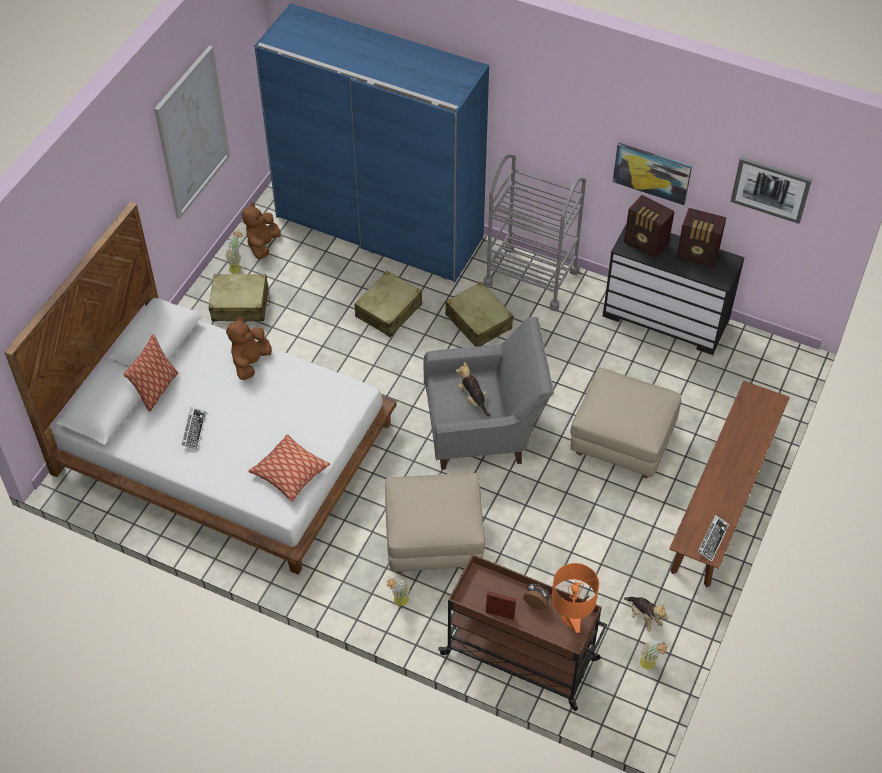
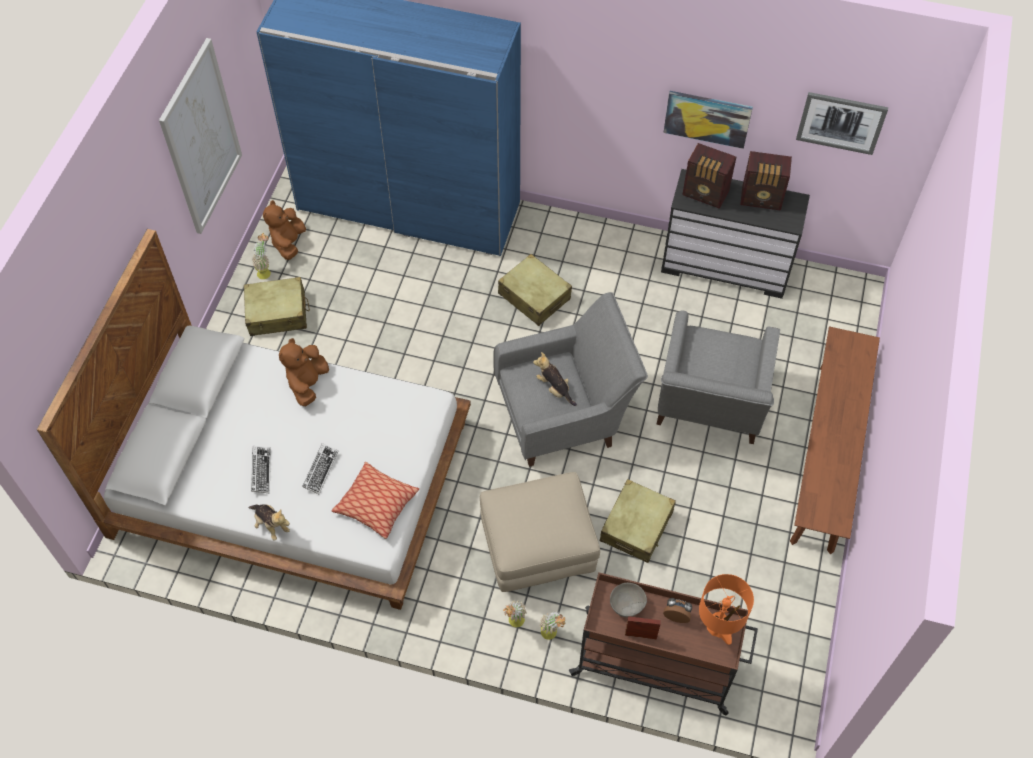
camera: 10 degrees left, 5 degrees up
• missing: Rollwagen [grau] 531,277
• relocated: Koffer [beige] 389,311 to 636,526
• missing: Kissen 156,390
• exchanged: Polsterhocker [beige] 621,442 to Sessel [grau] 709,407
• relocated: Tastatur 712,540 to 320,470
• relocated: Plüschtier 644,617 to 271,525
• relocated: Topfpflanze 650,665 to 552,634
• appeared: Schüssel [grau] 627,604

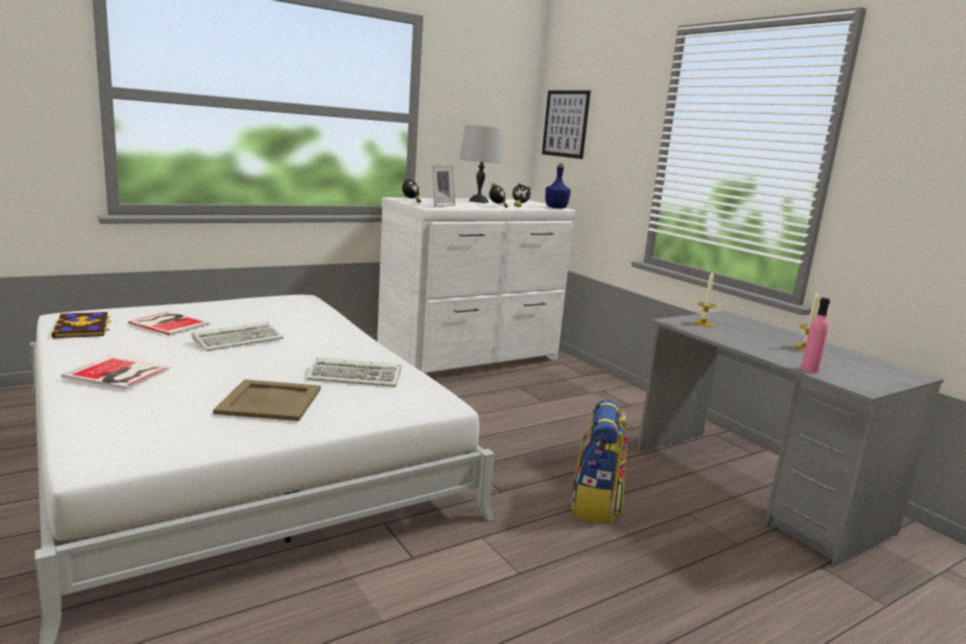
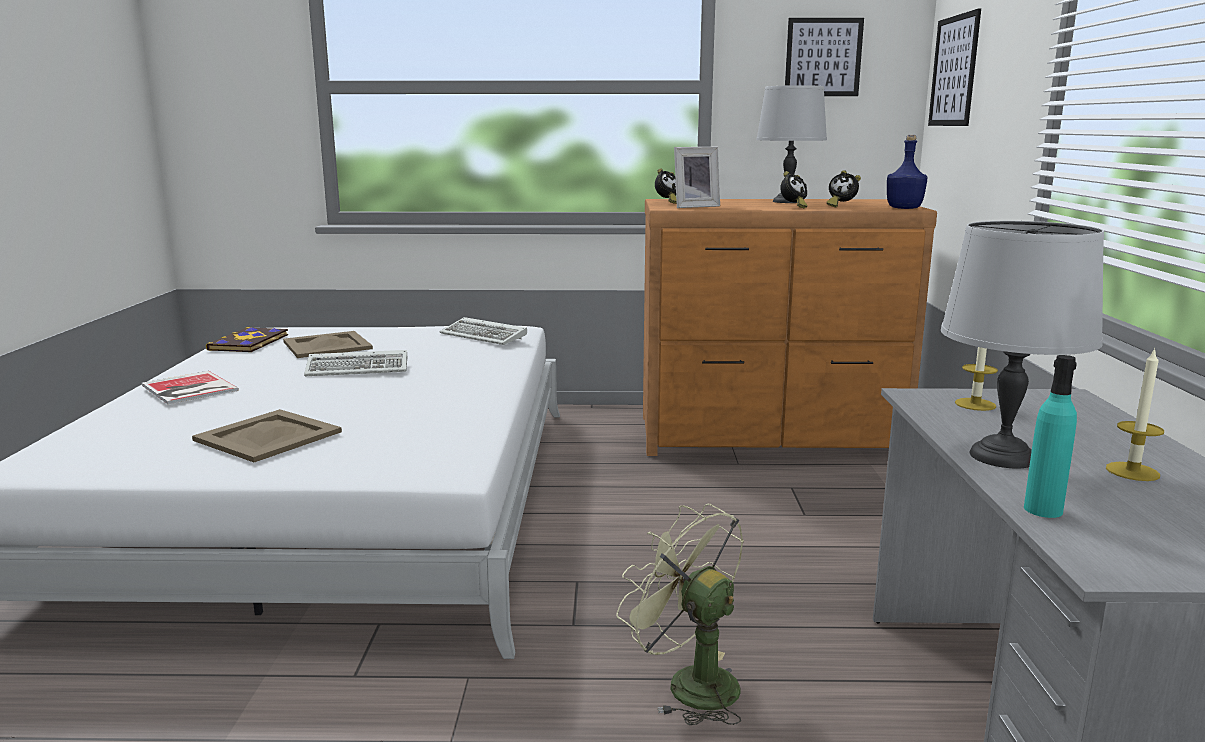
camera: 35 degrees right, 0 degrees up
• colour: Kommode [weiß] 471,357 to Kommode [braun] 769,436
• colour: Flasche [rosa] 809,369 to Flasche [türkis] 1043,510
• exchanged: Buch 169,323 to Tablett [beige] 328,345
• relocated: Tastatur 357,376 to 485,336
• exchanged: Rucksack 595,505 to Ventilator [grün] 689,683
• appeared: Bild 823,57
• appeared: Tischlampe [grau] 1001,456

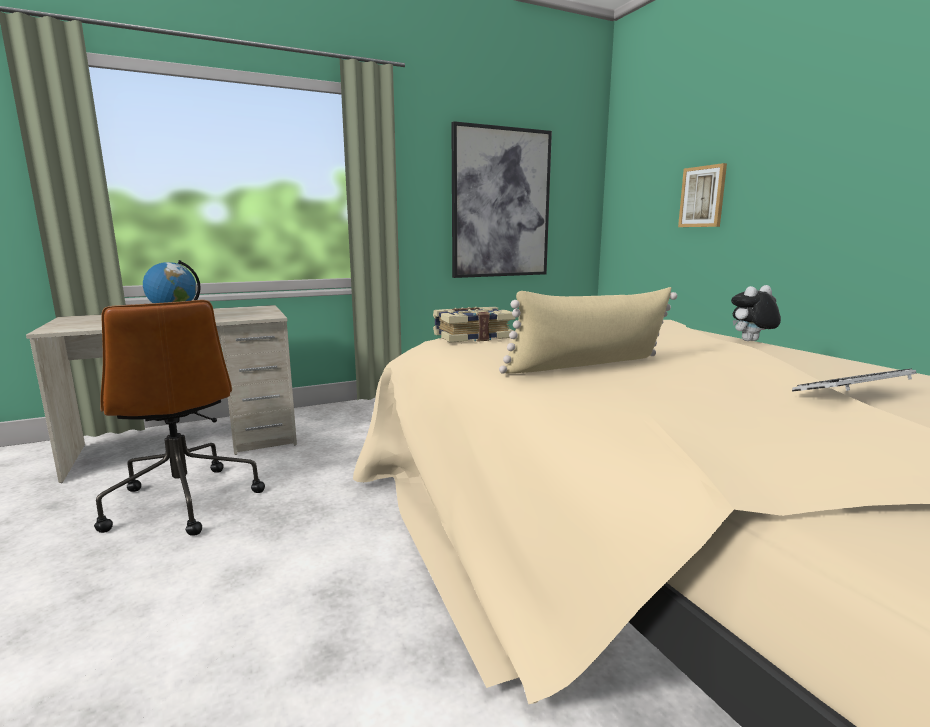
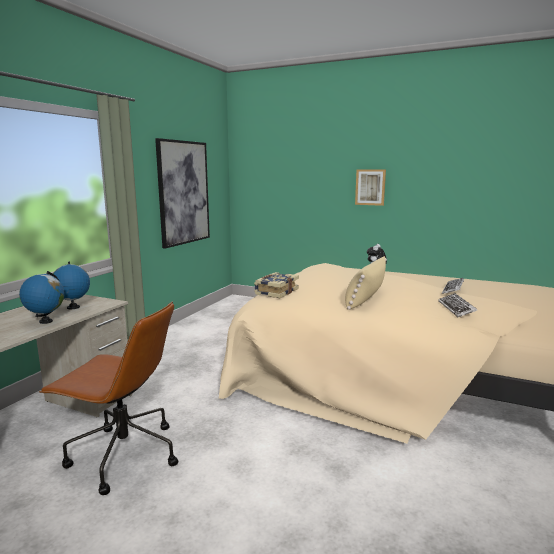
camera: 40 degrees left, 0 degrees up
• relocated: Bild 702,197 to 370,187
• appeared: Globus 73,307
• appeared: Tastatur 456,308

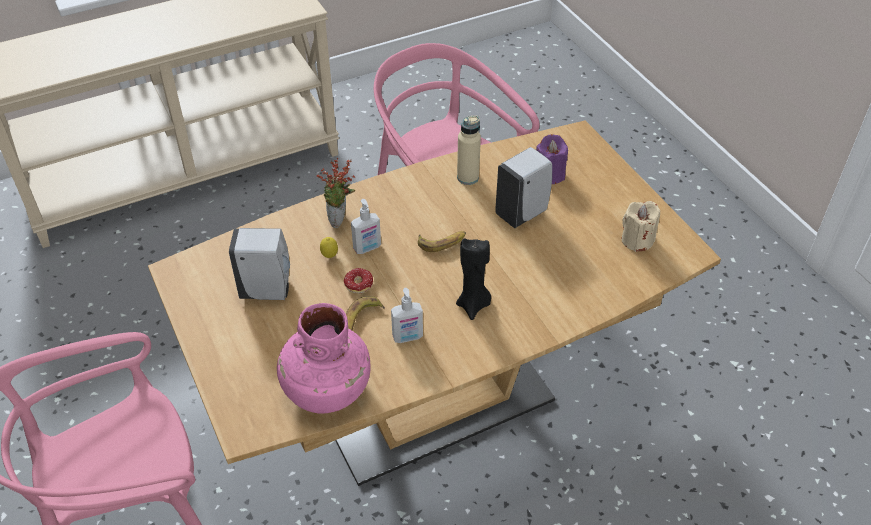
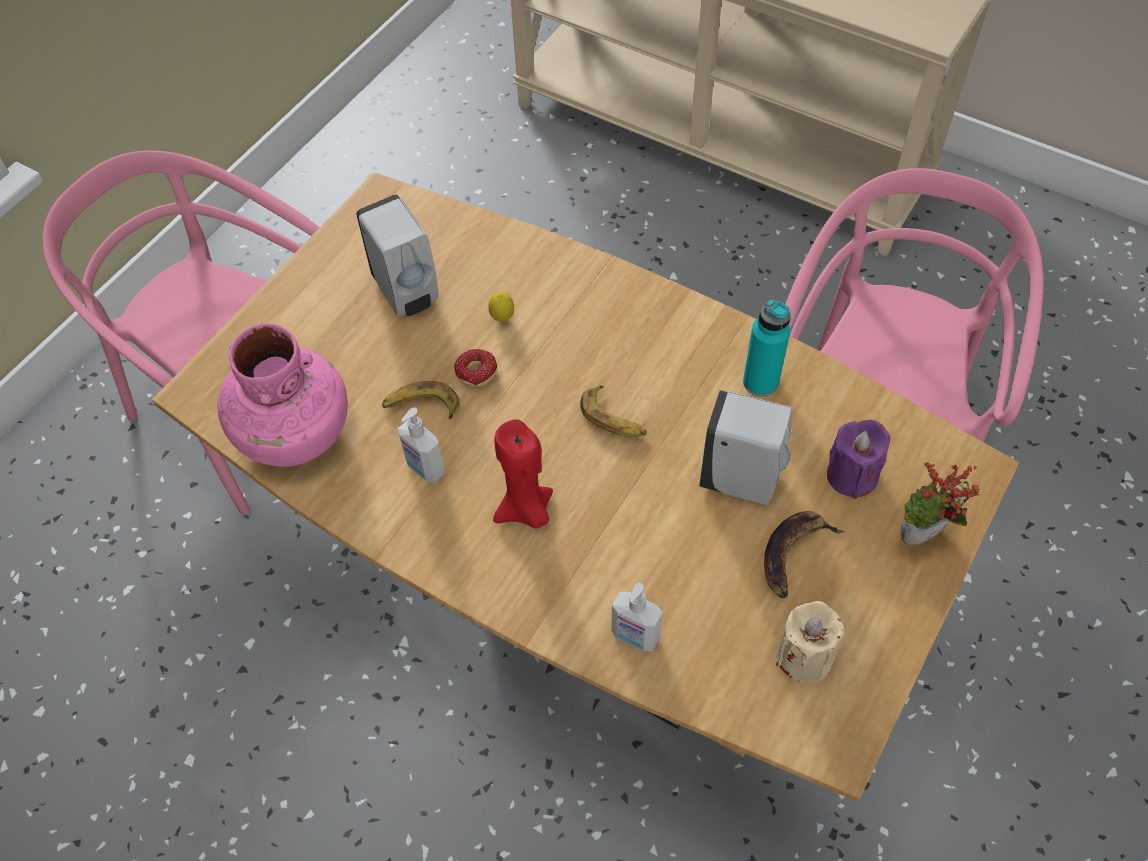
camera: 60 degrees right, 10 degrees up
• colour: Flasche [beige] 468,177 to Flasche [türkis] 760,382
• relocated: Topfpflanze 340,221 to 921,539
• relocated: Seifenspender 367,248 to 634,637
• colour: Kerze [schwarz] 473,305 to Kerze [rot] 526,511
• appeared: Banane 794,553

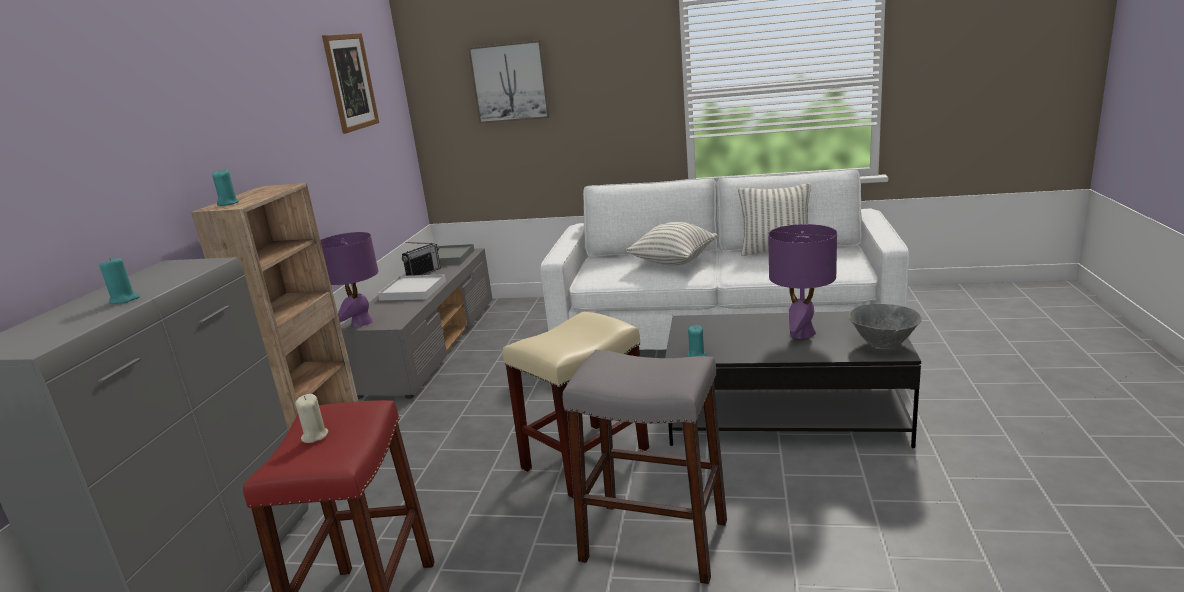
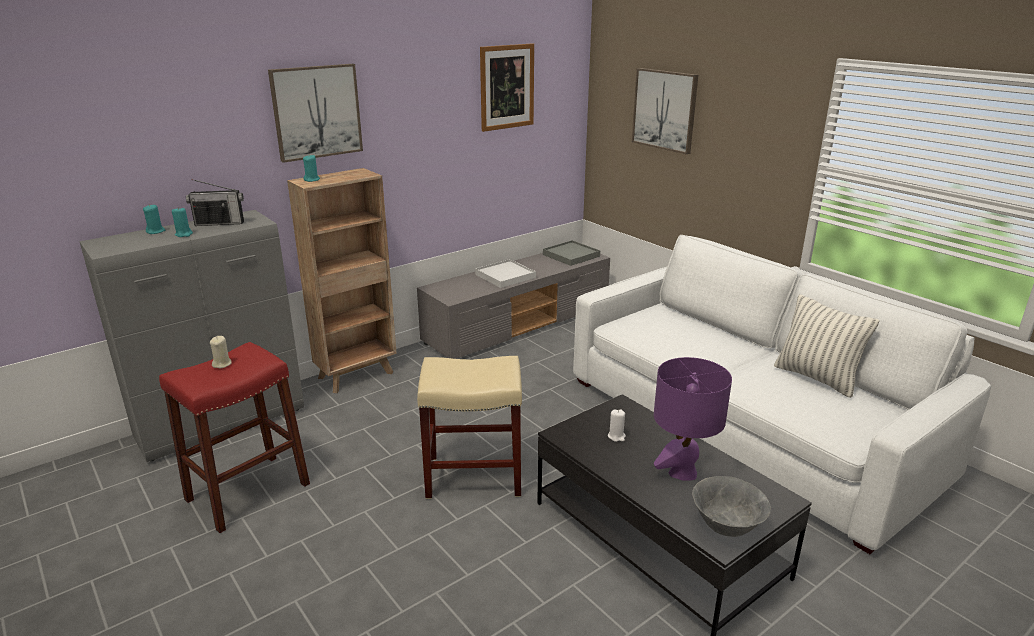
camera: 40 degrees right, 5 degrees up
• missing: Kissen 673,262
• missing: Tischlampe [lila] 361,322
• relocated: Radio 423,273 to 220,223
• relocated: Kerze [türkis] 696,355 to 156,231
• missing: Hocker [grau] 654,541
• appeared: Bild 316,112
• appeared: Kerze [weiß] 616,436

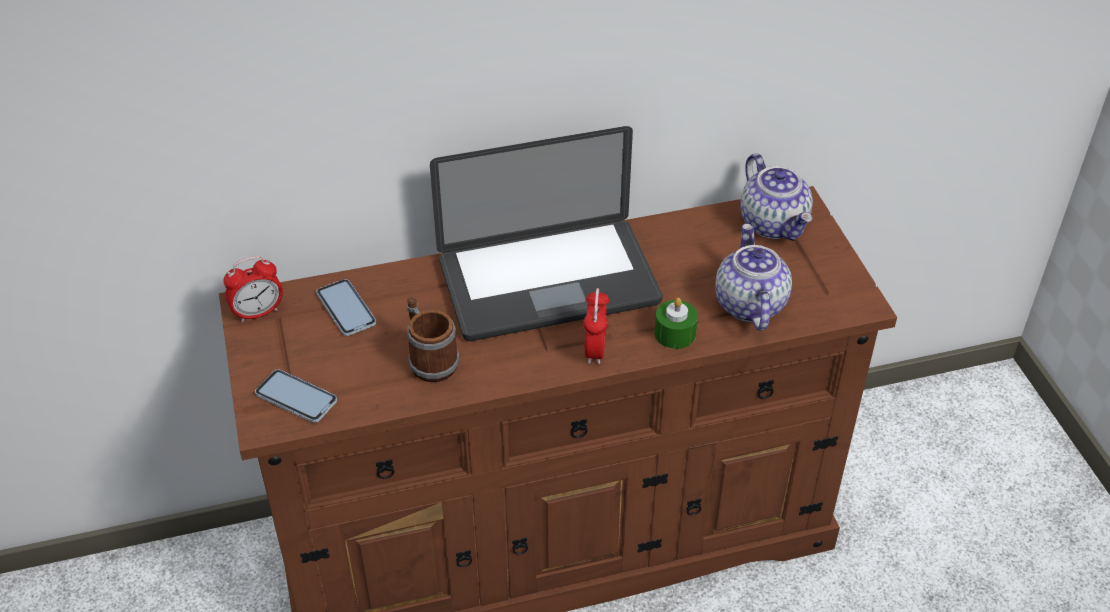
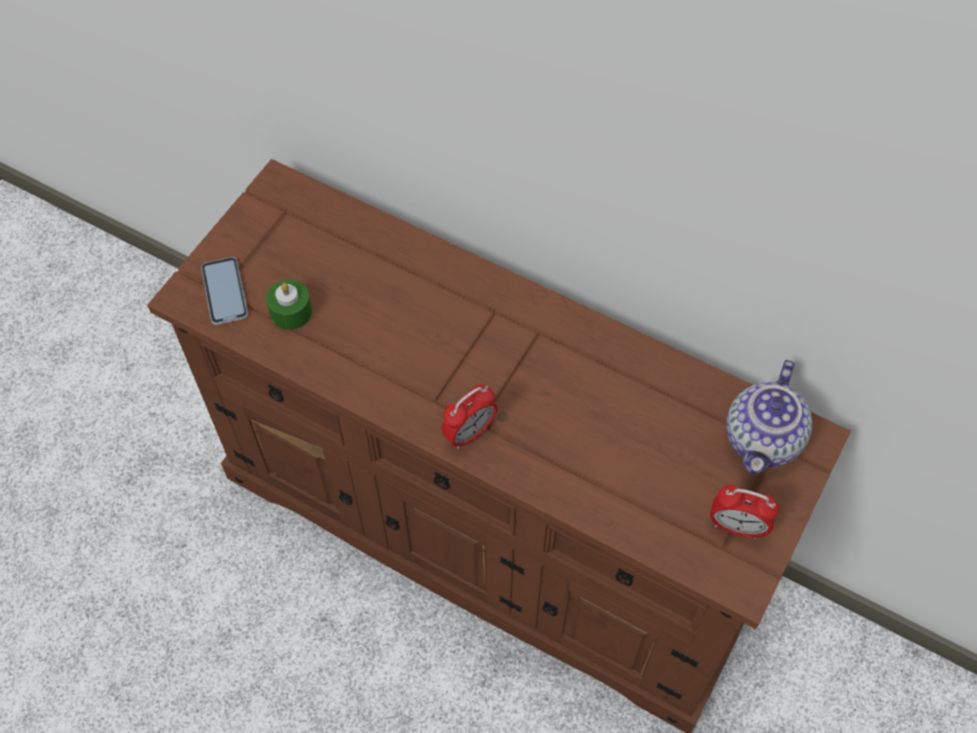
camera: 45 degrees right, 15 degrees up
• missing: Laptop 548,282
• missing: Teekanne 748,304
• relocated: Wecker 258,313 to 736,527
• missing: Handy 346,309
• missing: Henkelbecher 429,360
• relocated: Kerze [grün] 675,333 to 291,312

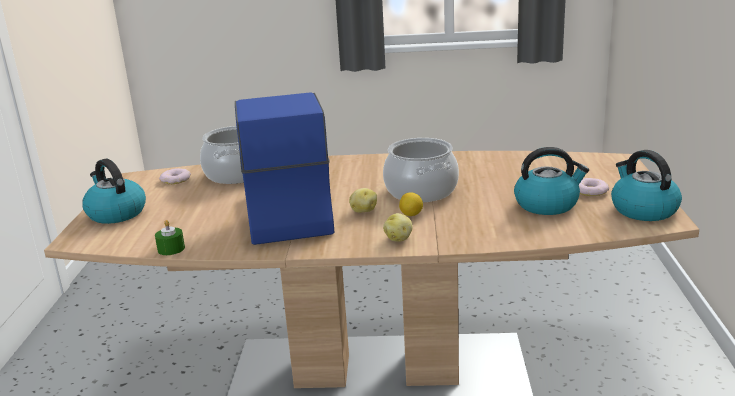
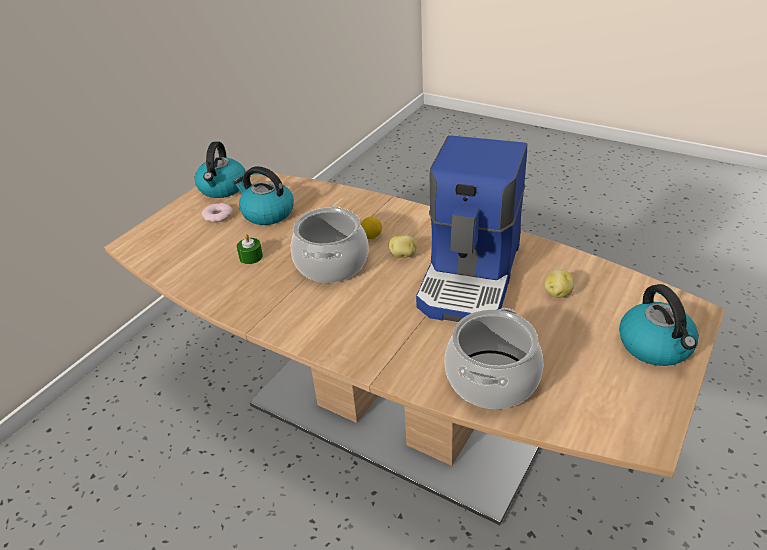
camera: 150 degrees left, 15 degrees up
• missing: Donut 176,180
• relocated: Kartoffel 399,238 to 557,293
• relocated: Kerze [grün] 171,249 to 251,257

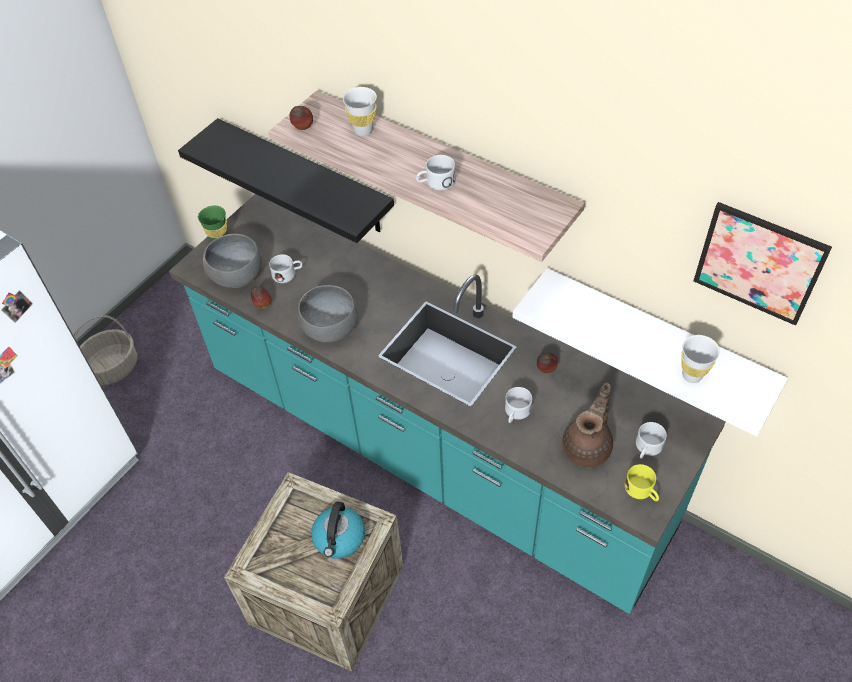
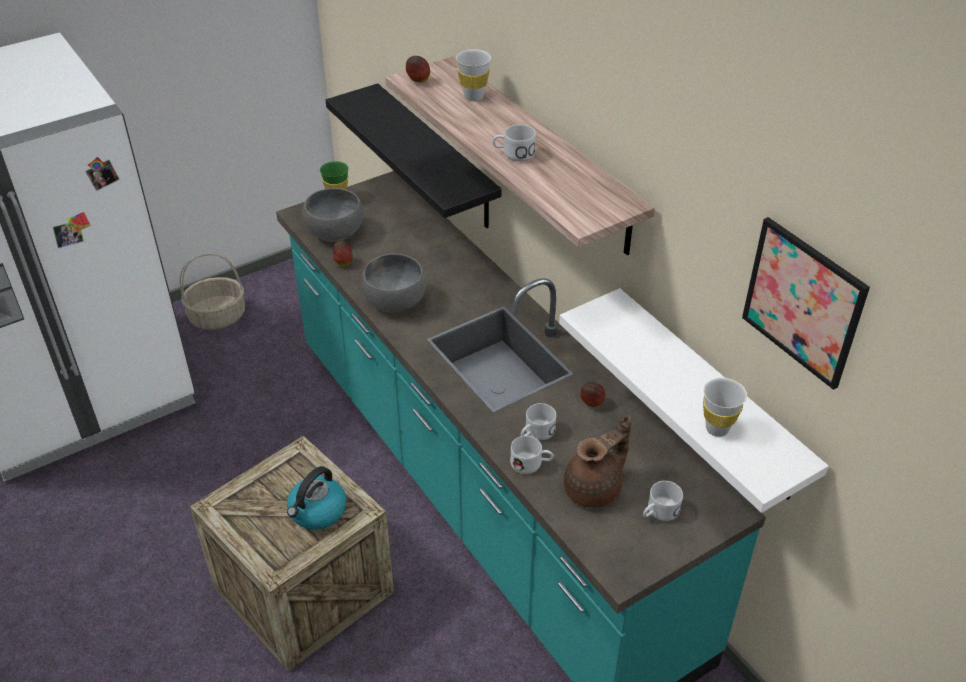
camera: 20 degrees right, 10 degrees down
• relocated: Henkelbecher [weiß] 288,274 to 531,464
• missing: Henkelbecher [gelb] 642,491

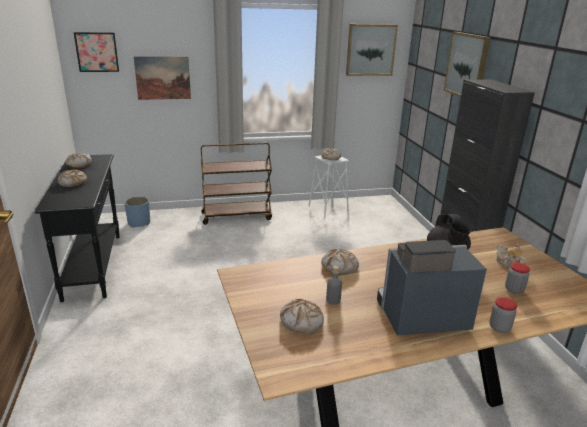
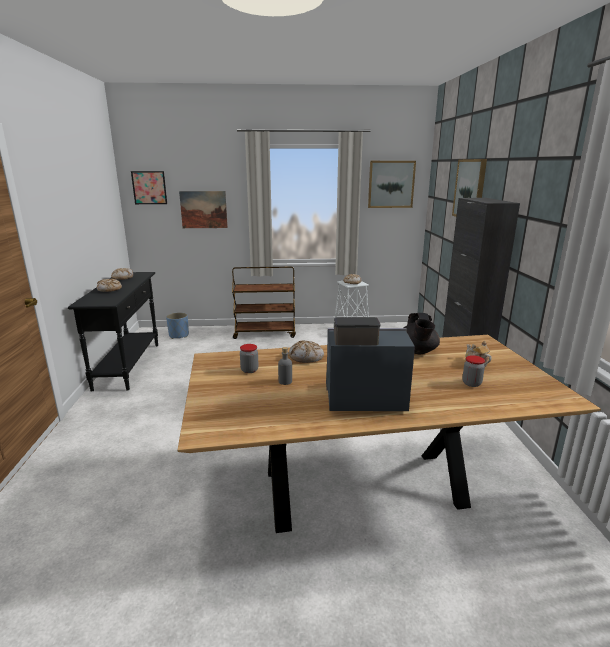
camera: 10 degrees right, 5 degrees down
• relocated: Vorratsglas 499,328 to 249,370
• missing: Brot 302,321

